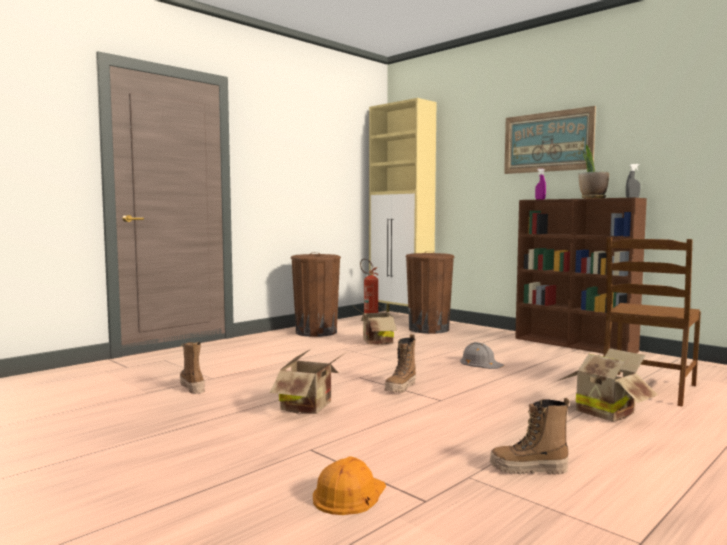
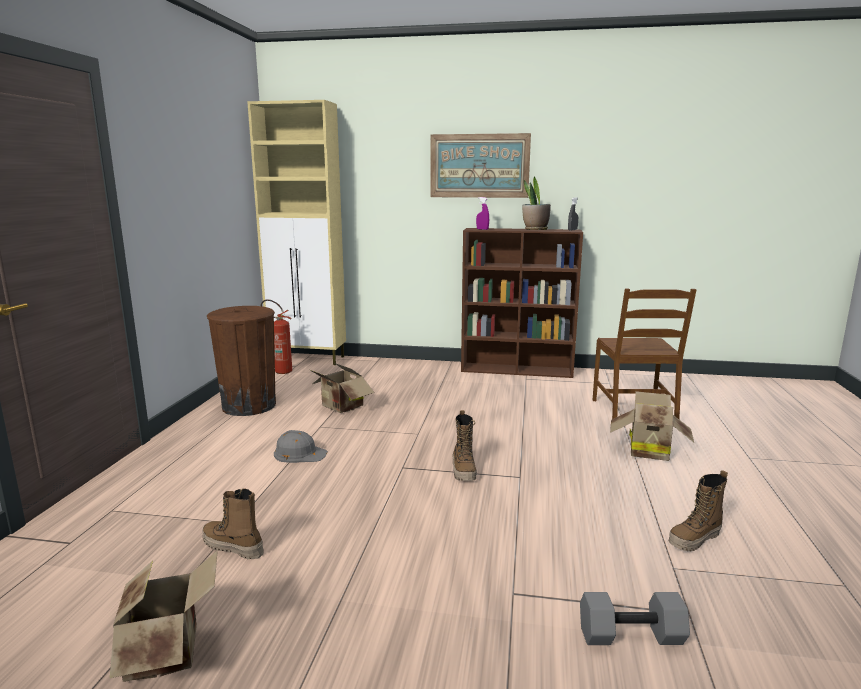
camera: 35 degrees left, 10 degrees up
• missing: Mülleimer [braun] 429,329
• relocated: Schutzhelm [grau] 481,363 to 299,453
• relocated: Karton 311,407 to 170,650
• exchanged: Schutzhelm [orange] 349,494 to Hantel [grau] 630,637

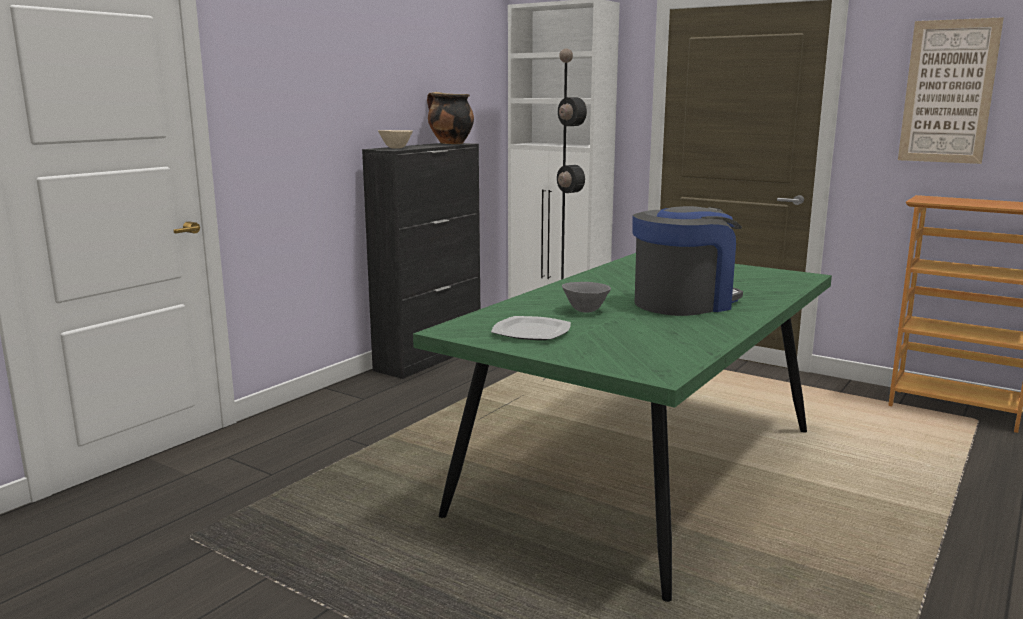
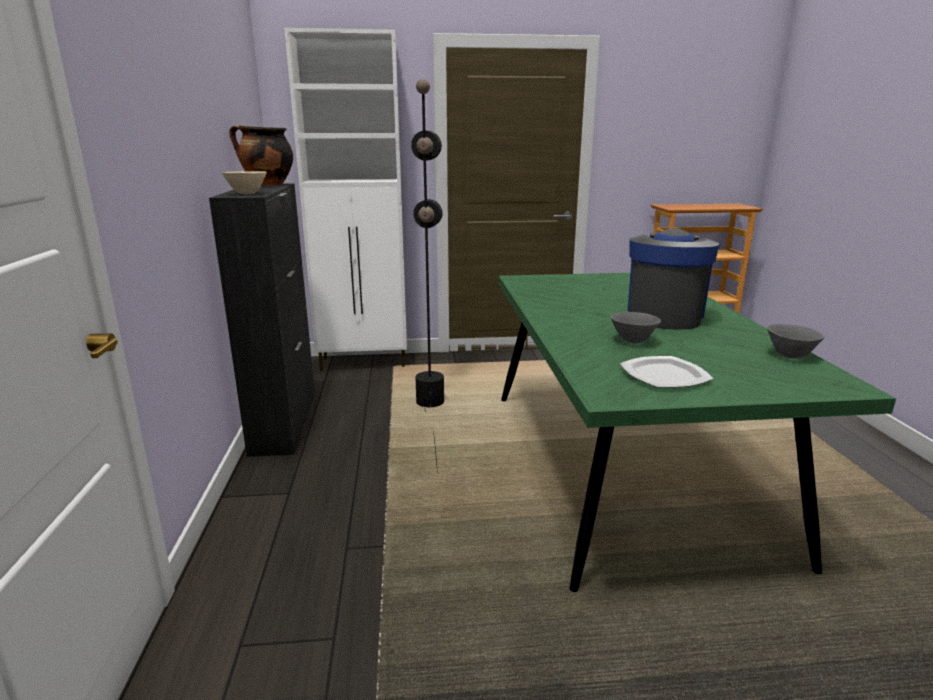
camera: 40 degrees left, 5 degrees up
• missing: Bild 948,92
• appeared: Schüssel [grau] 790,356

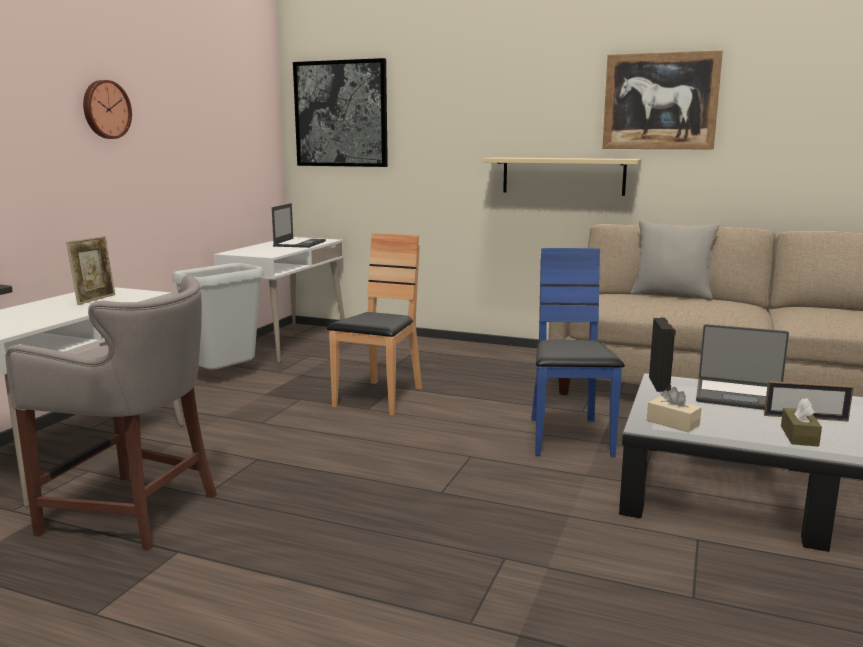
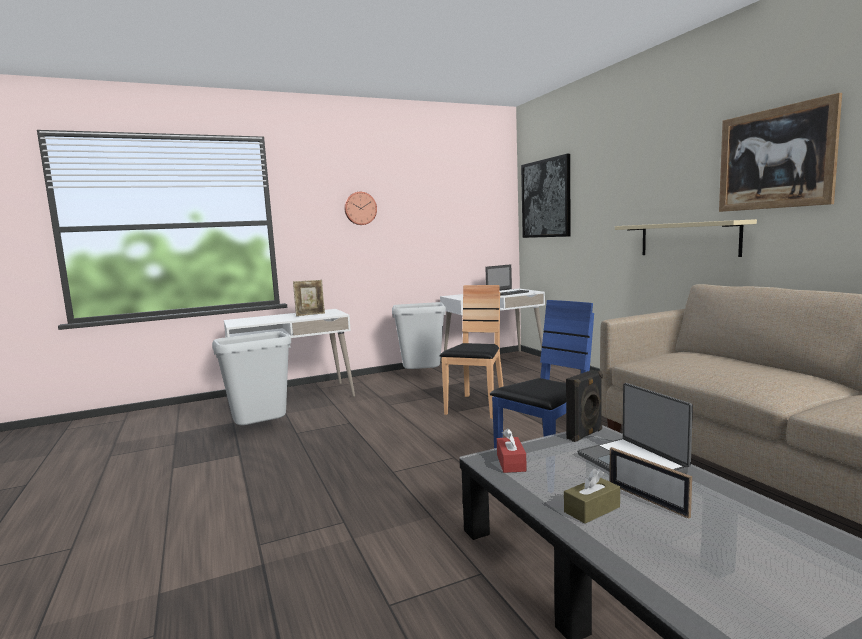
camera: 45 degrees right, 5 degrees down
• missing: Kissen [grau] 671,295
• spun: Stuhl [braun] 379,398 = 476,406 45 degrees counterclockwise
• exchanged: Hocker [grau] 136,513 to Mülleimer [grau] 260,432
• colour: Taschentuchbox [beige] 672,423 to Taschentuchbox [rot] 511,463

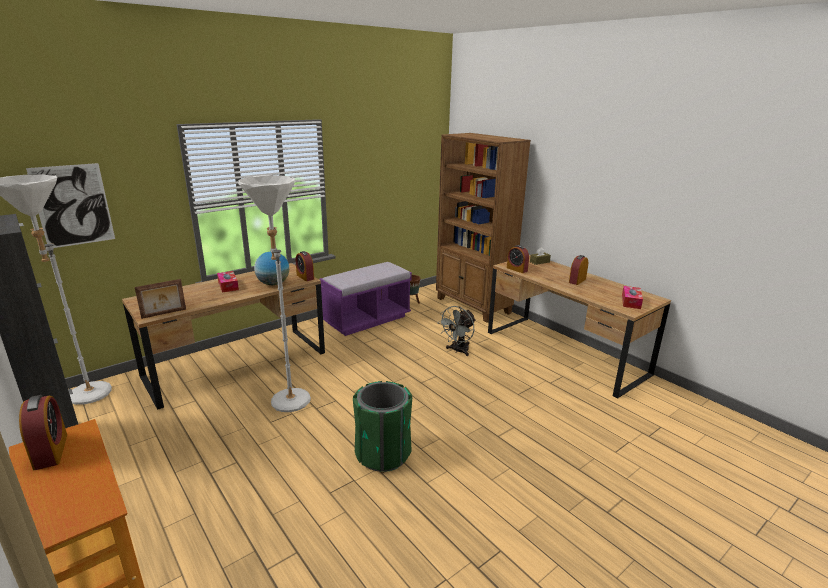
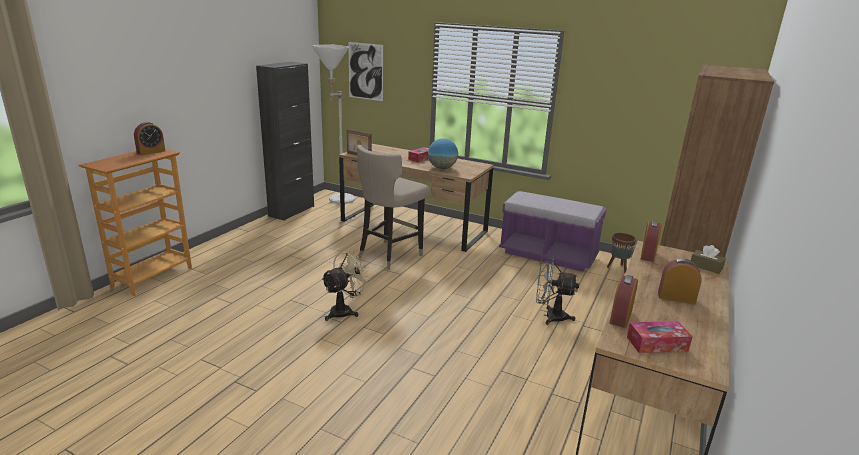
camera: 65 degrees right, 0 degrees up
• exchanged: Stehlampe [weiß] 288,396 to Hocker [beige] 389,255
• relocated: Wecker 305,277 to 620,317
• exchanged: Mülleimer [grün] 383,454 to Ventilator [beige] 345,311

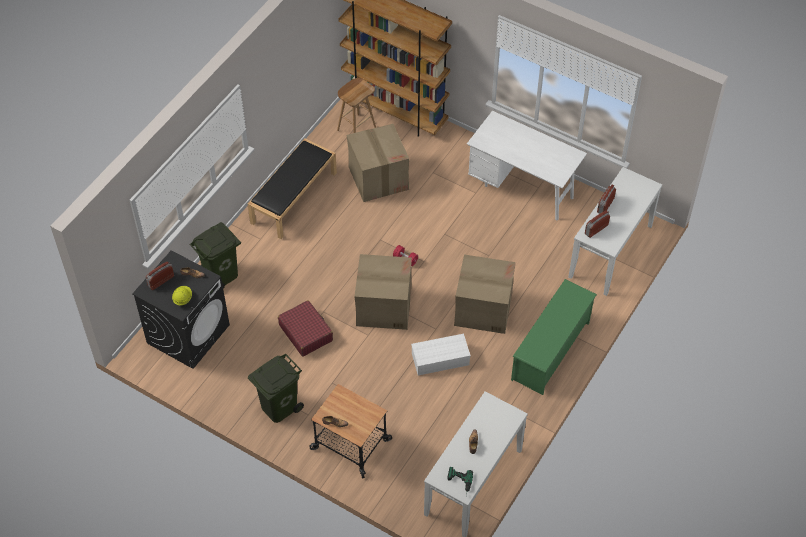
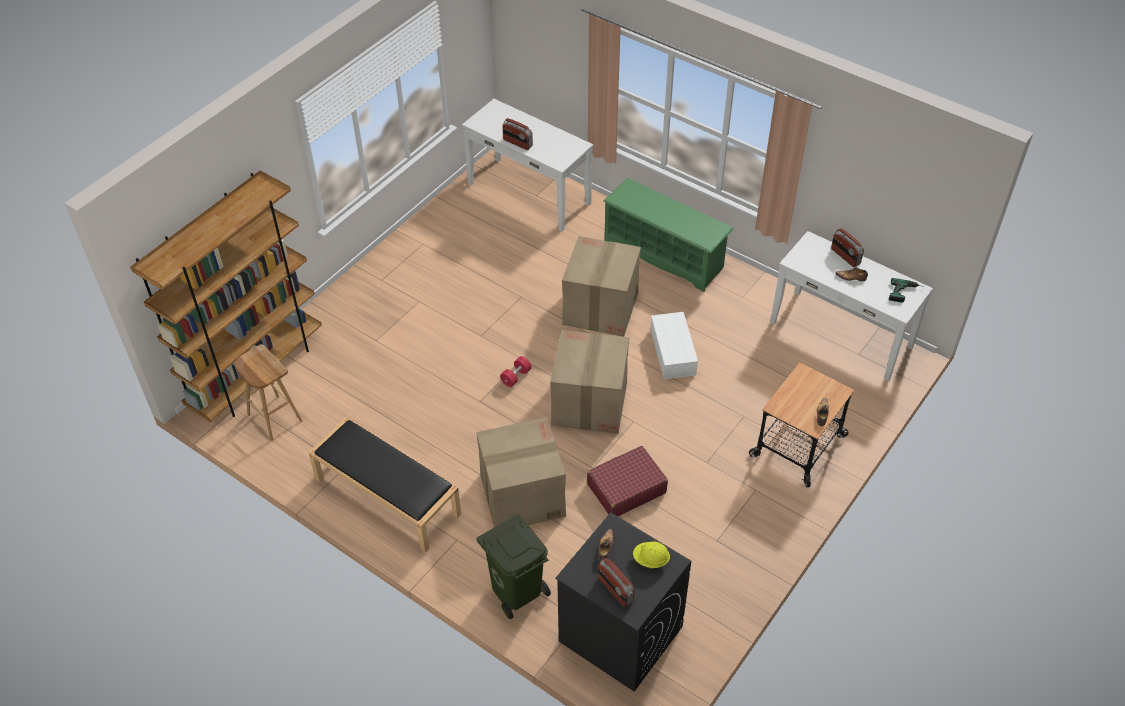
camera: 85 degrees left, 5 degrees down
• missing: Schreibtisch [weiß] 522,188
• relocated: Karton 378,177 to 521,495
• relocated: Radio 596,229 to 845,256
• missing: Mülleimer [grün] 278,406

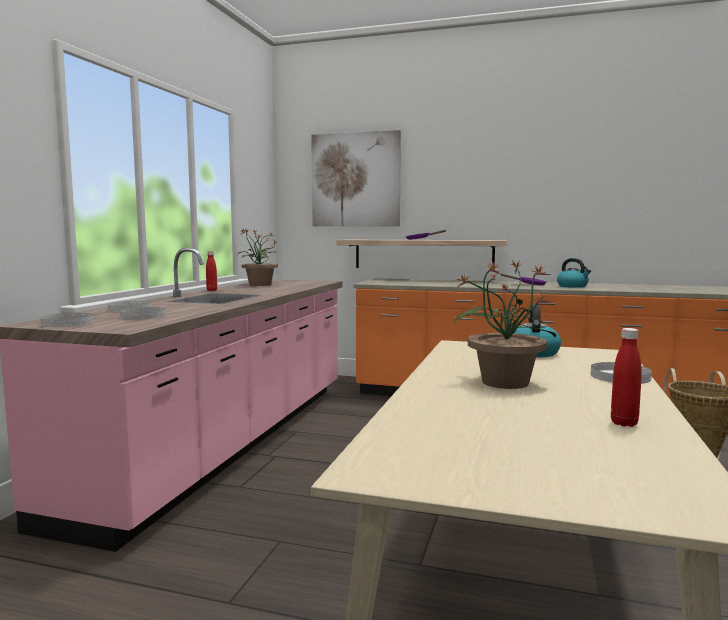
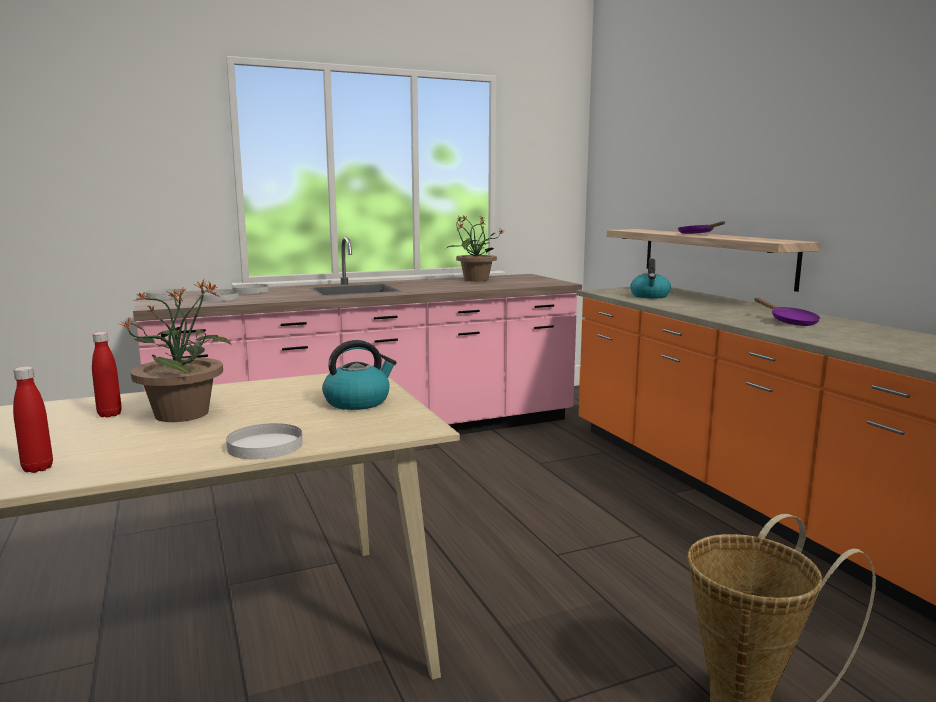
camera: 50 degrees right, 5 degrees up
• missing: Bild 355,180
• relocated: Flasche [rot] 212,290 to 109,414
• relocated: Wasserkessel 573,286 to 650,296

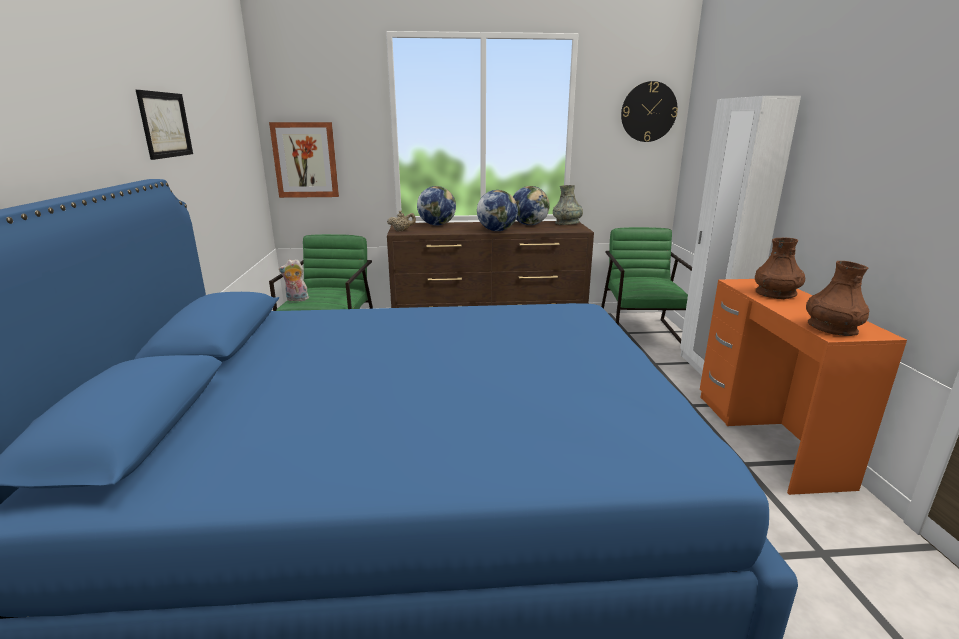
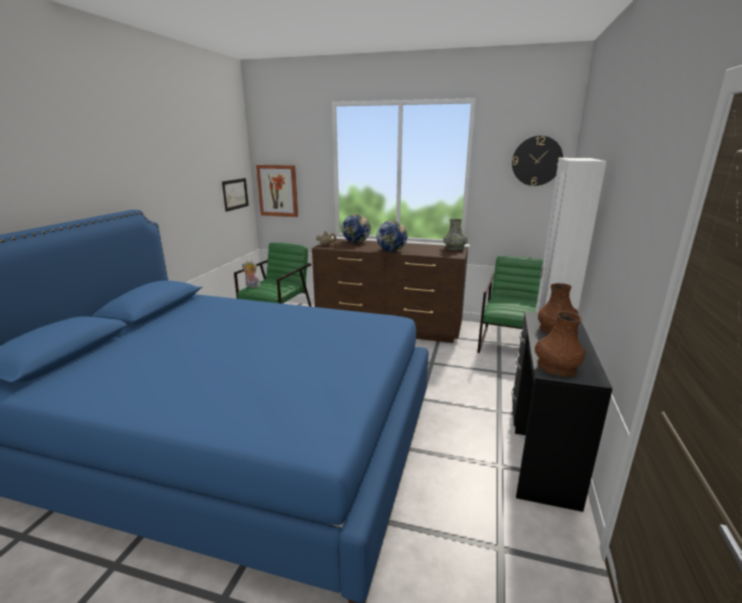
camera: 20 degrees right, 0 degrees up
• relocated: Bild 165,125 to 235,194
• missing: Globus 529,224
• colour: Schreibtisch [orange] 768,437 to Schreibtisch [schwarz] 542,450

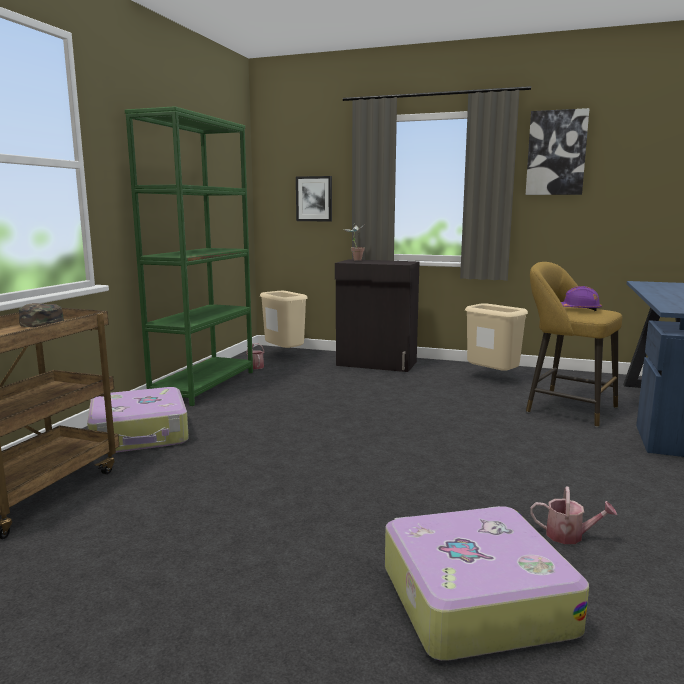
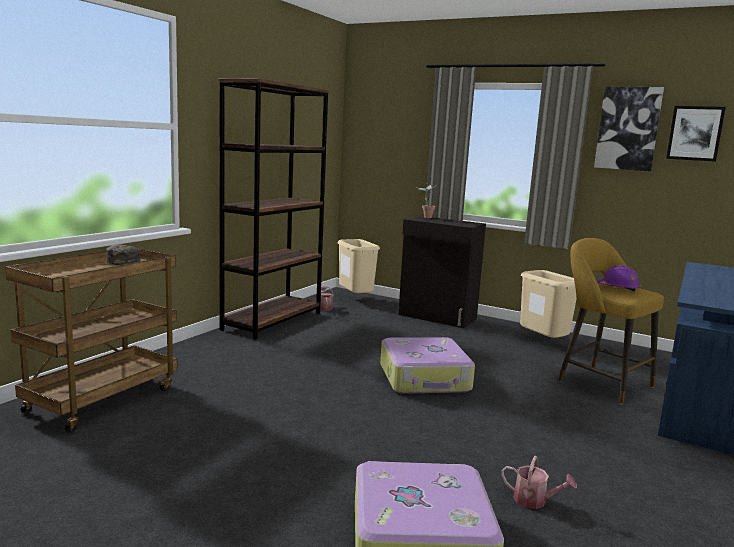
camera: 10 degrees right, 0 degrees up
• colour: Bücherregal [grün] 204,385 to Bücherregal [braun] 273,321
• relocated: Bild 314,199 to 695,133
• relocated: Koffer 140,434 to 425,378

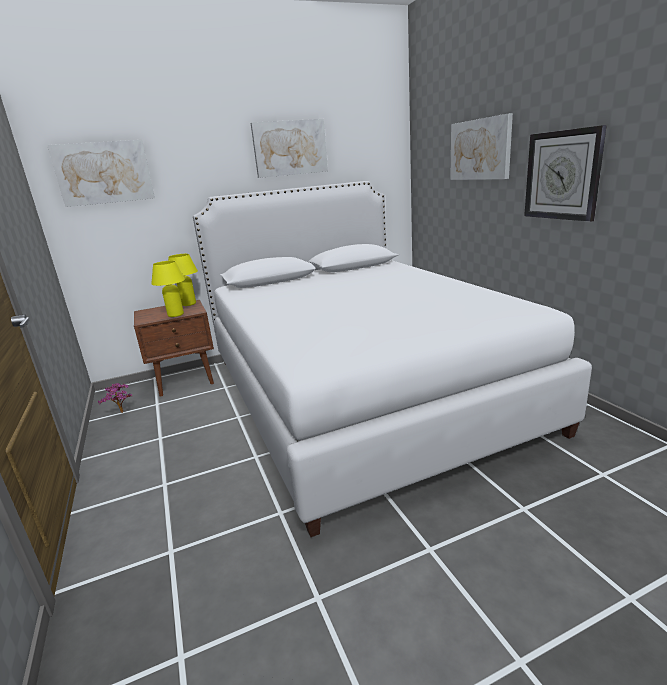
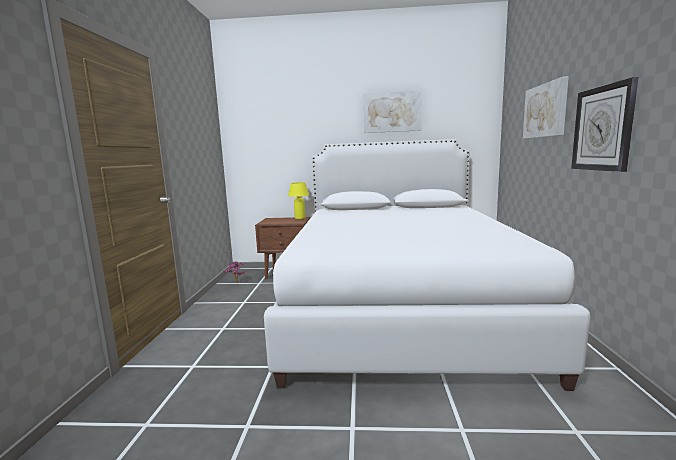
camera: 25 degrees right, 10 degrees down
• missing: Bild 104,173
• missing: Tischlampe [gelb] 175,315

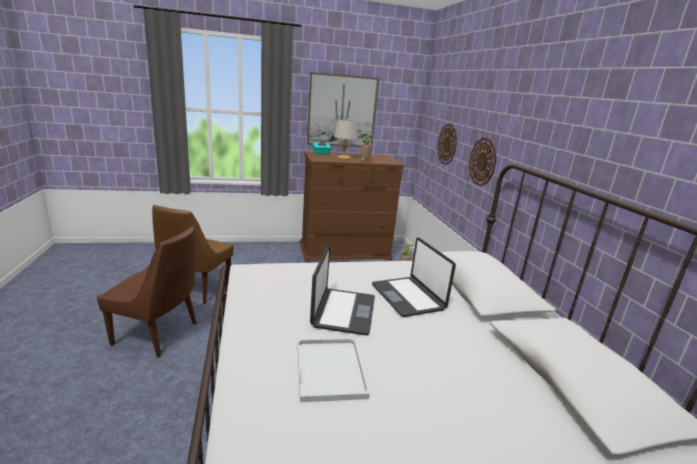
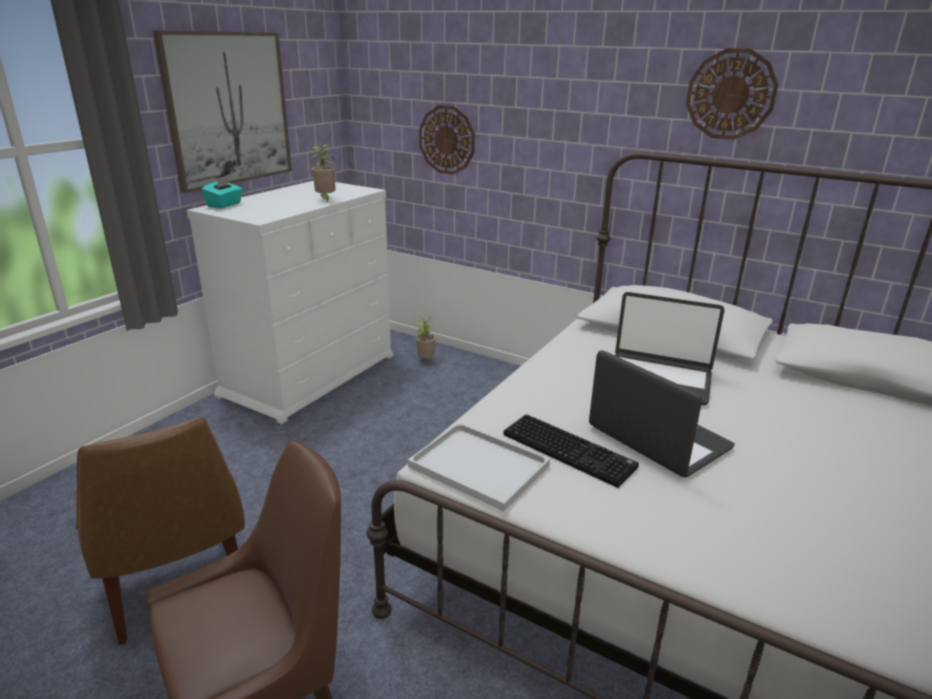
camera: 45 degrees left, 5 degrees up
• missing: Tischlampe [grau] 344,157
• relocated: Wanduhr 482,162 to 730,94
• colour: Kommode [braun] 345,251 to Kommode [weiß] 310,374
• relocated: Tablett [weiß] 331,370 to 481,466
• appeared: Tastatur 570,450

